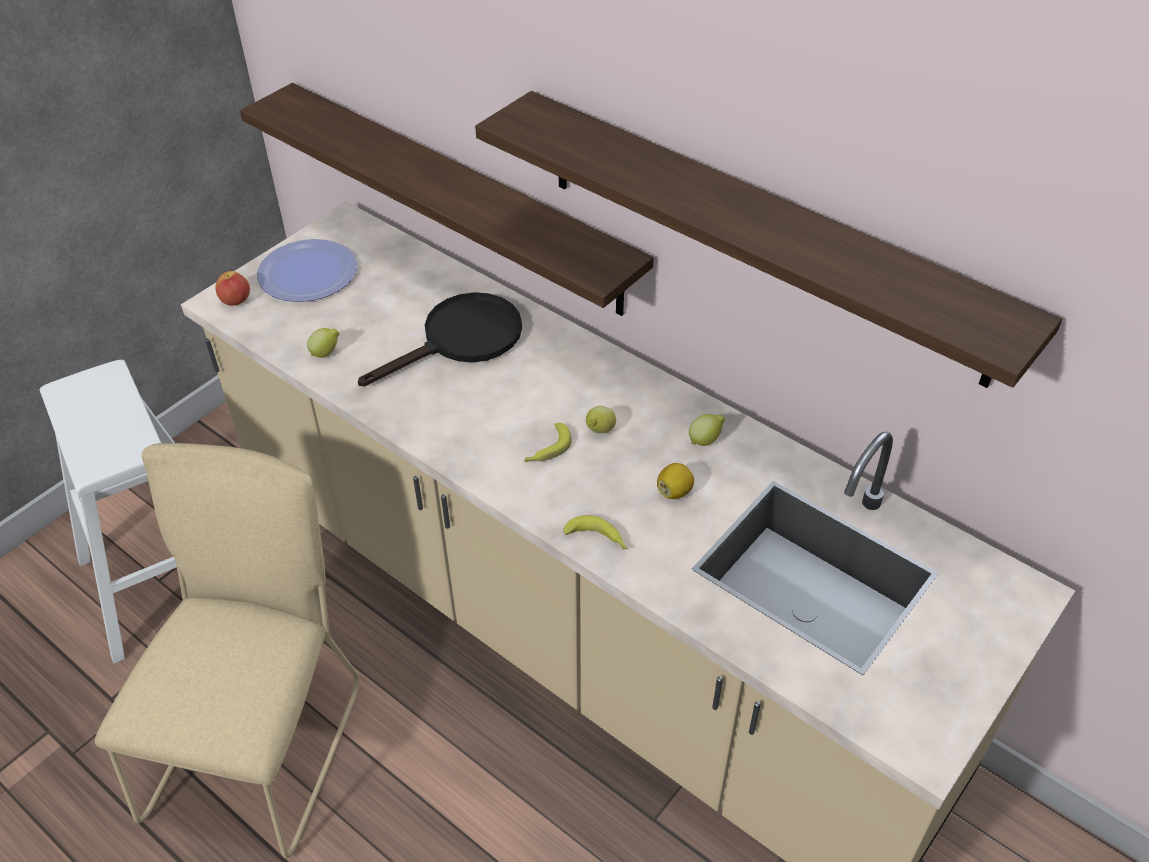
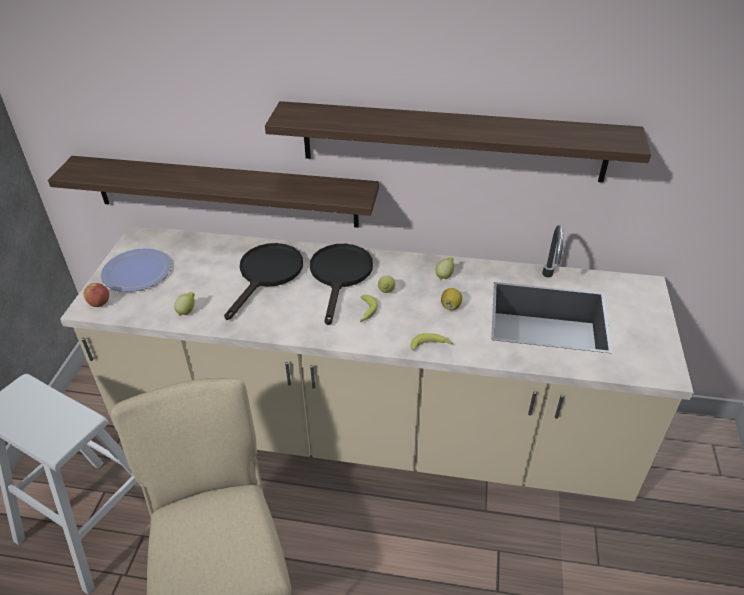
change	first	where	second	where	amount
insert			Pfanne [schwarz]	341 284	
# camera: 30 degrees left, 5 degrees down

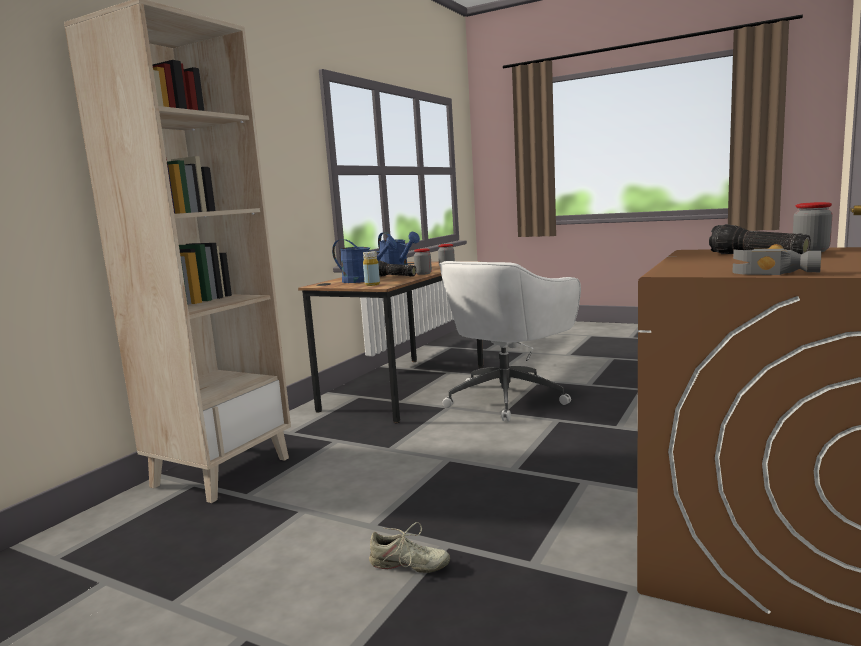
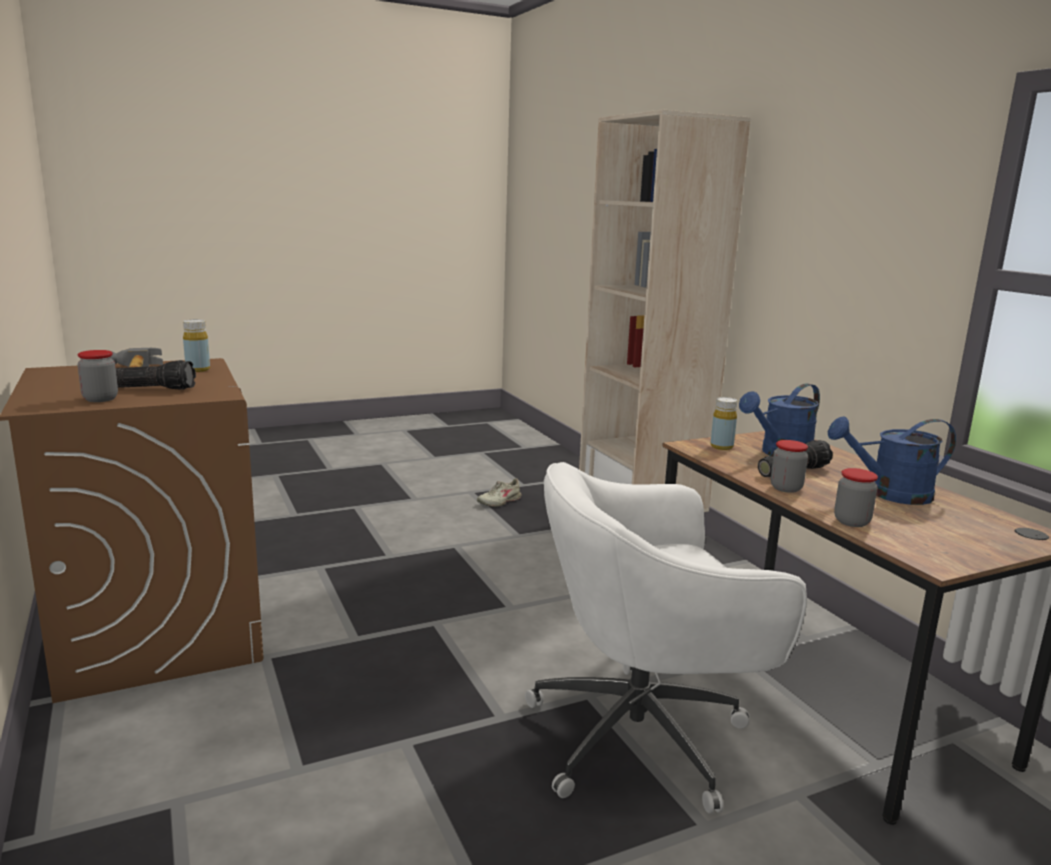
change	first	where	second	where	amount
insert			Flasche [gelb]	196 345	
move	Schuh [beige]	409 547		499 492	
rotate	Bürostuhl [weiß]	510 341		666 638	90 degrees counterclockwise
# camera: 125 degrees right, 5 degrees up

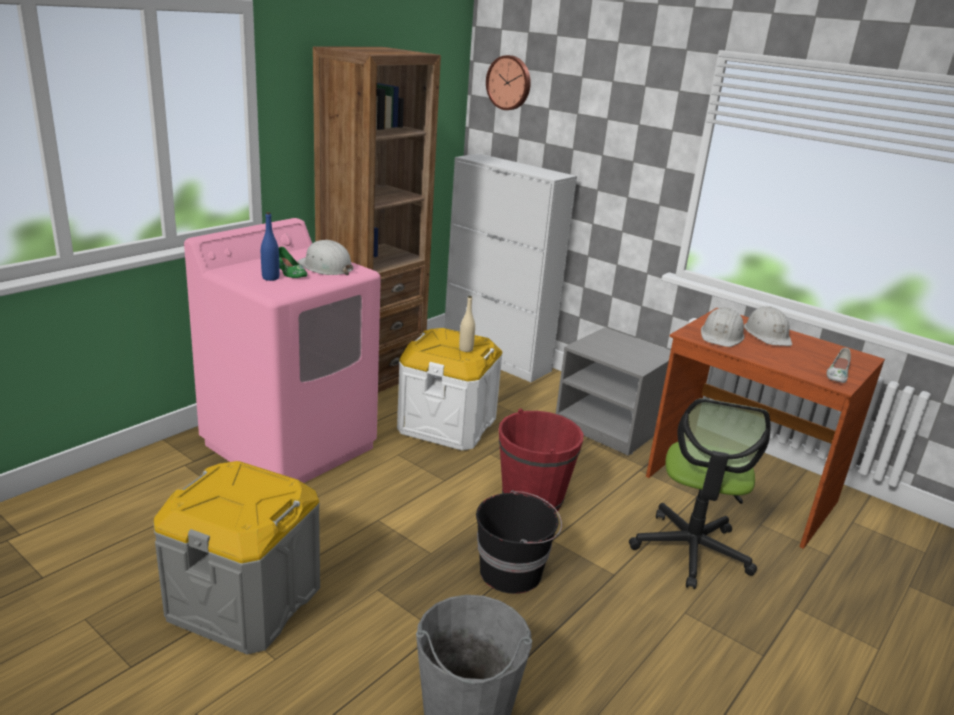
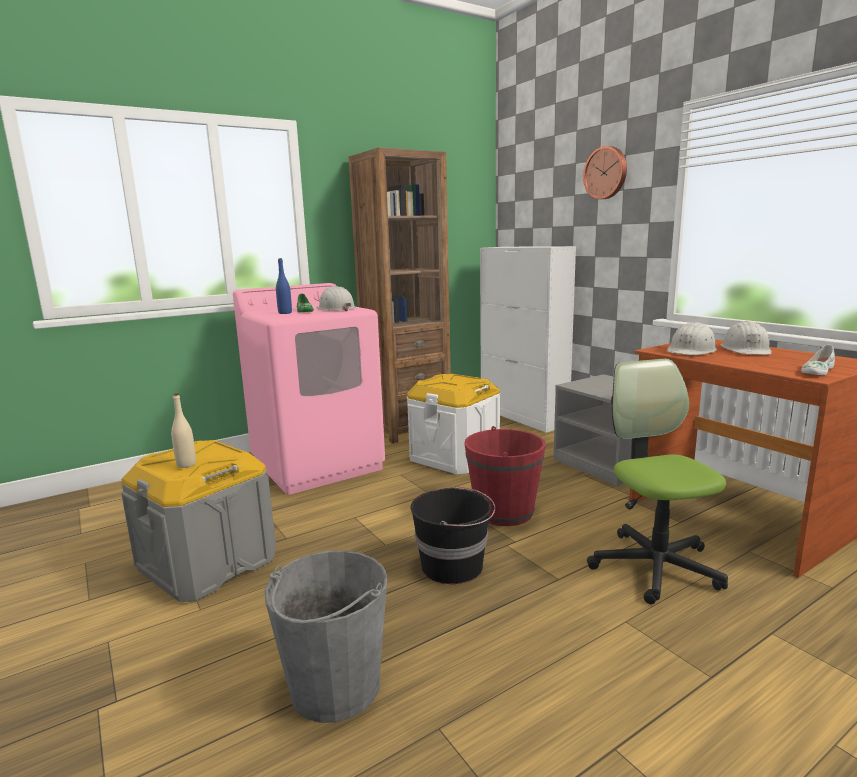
change	first	where	second	where	amount
move	Flasche [beige]	467 324		183 430	
move	Wanduhr	508 82		605 172	
rotate	Bürostuhl	700 493		657 481	135 degrees clockwise
# camera: 20 degrees right, 10 degrees down

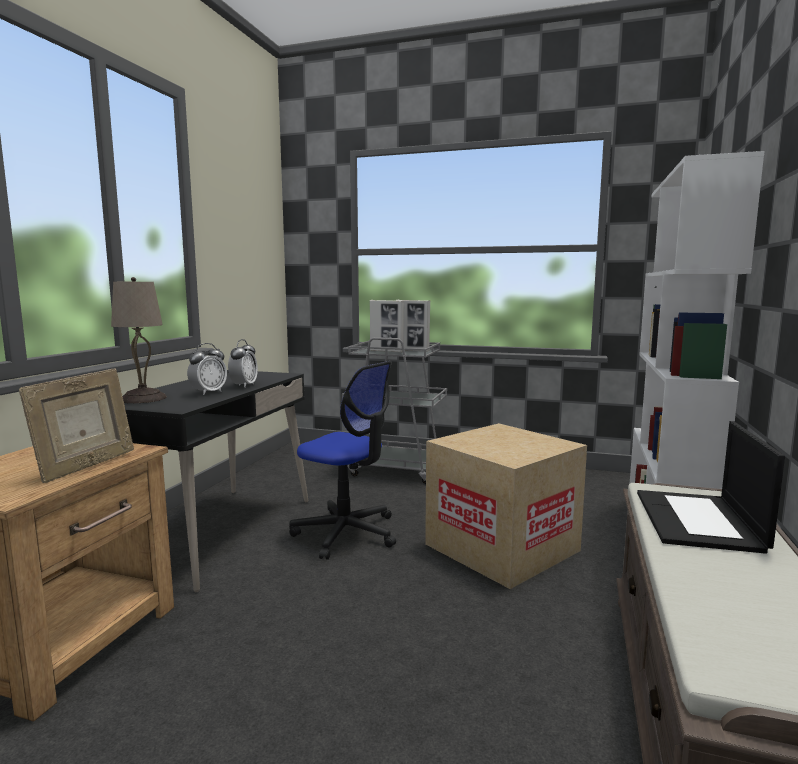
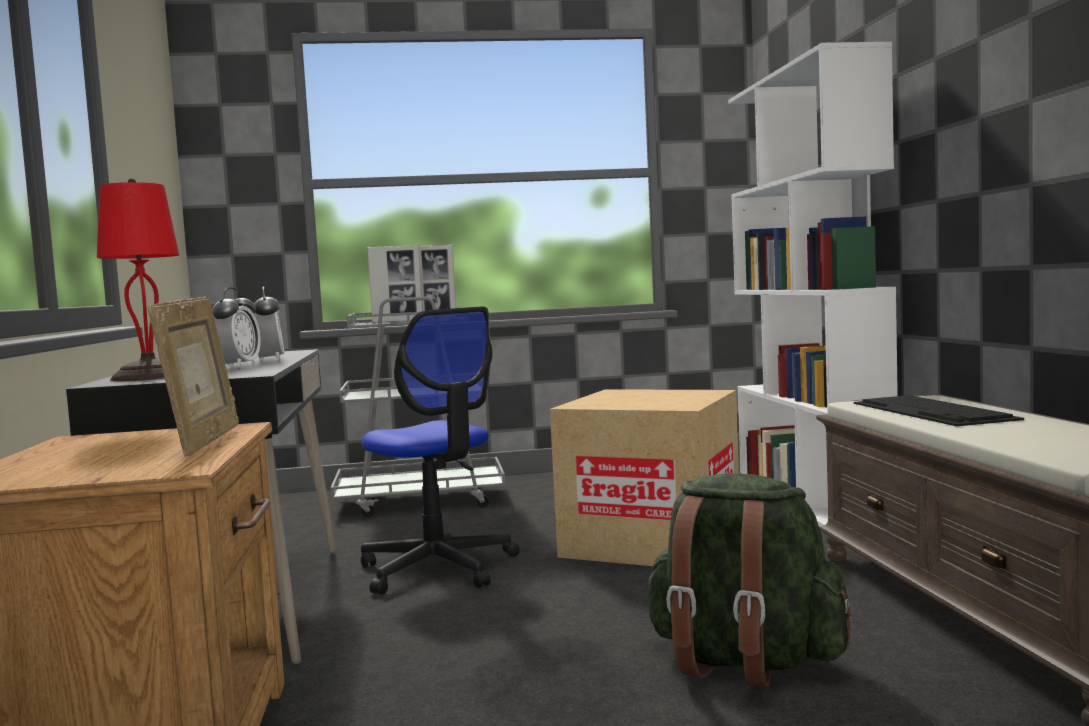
change	first	where	second	where	amount
recolor	Tischlampe [beige]	139 340	Tischlampe [rot]	138 279	
rotate	Bürostuhl	342 460		440 451	45 degrees clockwise
insert			Rucksack [grün]	748 580	
replace	Laptop	711 487	Tastatur	939 410	
# camera: 25 degrees left, 5 degrees down

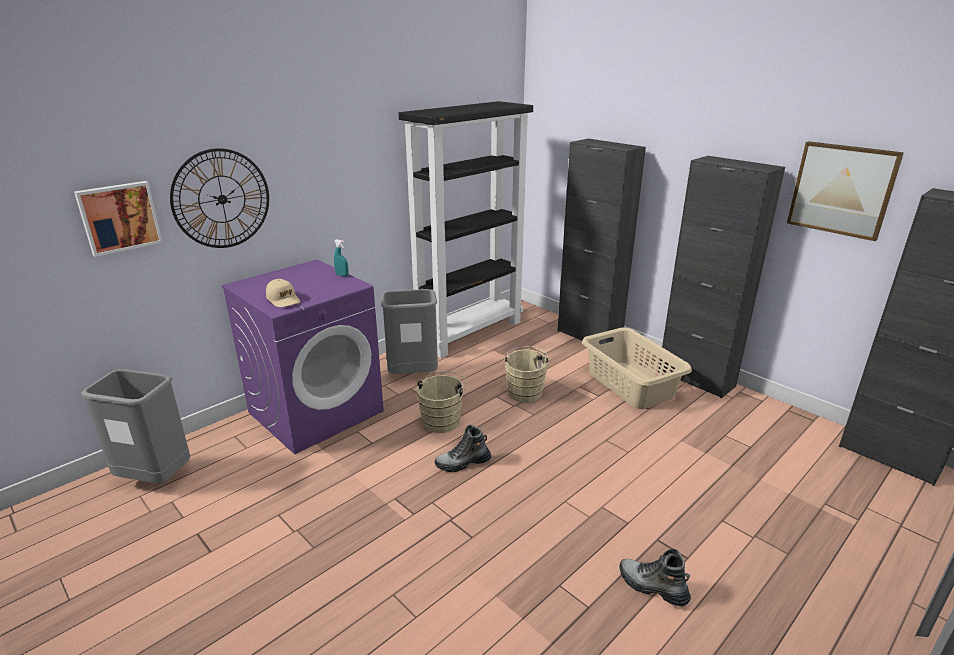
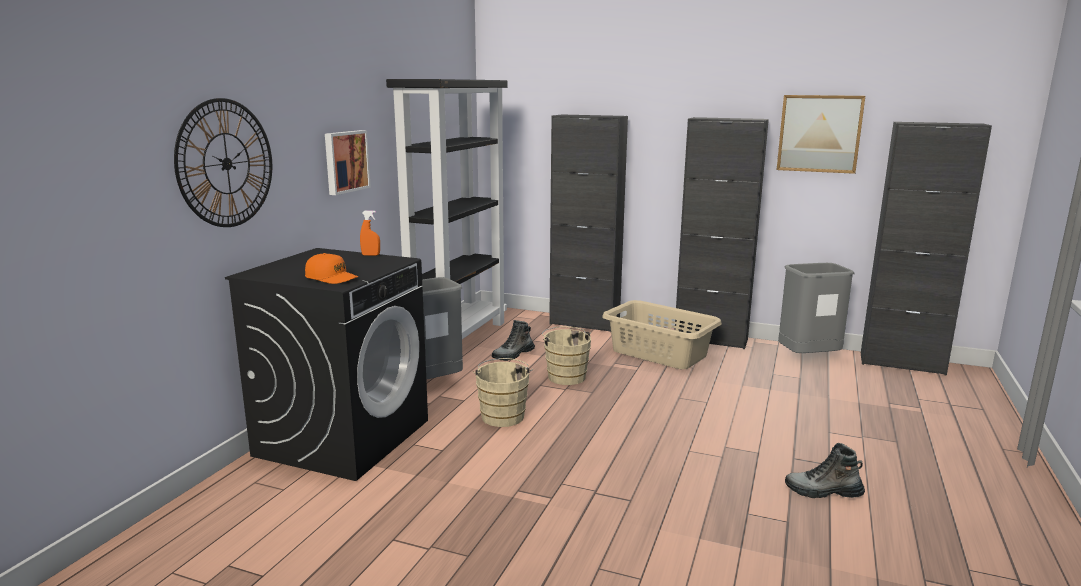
change	first	where	second	where	amount
recolor	Waschmaschine [lila]	302 356	Waschmaschine [schwarz]	326 364	
recolor	Kappe [beige]	283 293	Kappe [orange]	331 268	
move	Bild	118 219		348 162	
recolor	Sprühflasche [türkis]	341 258	Sprühflasche [orange]	370 233	
move	Stiefel	463 448		513 340	
move	Mülleimer [grau]	135 426		816 308	
# camera: 25 degrees left, 10 degrees down

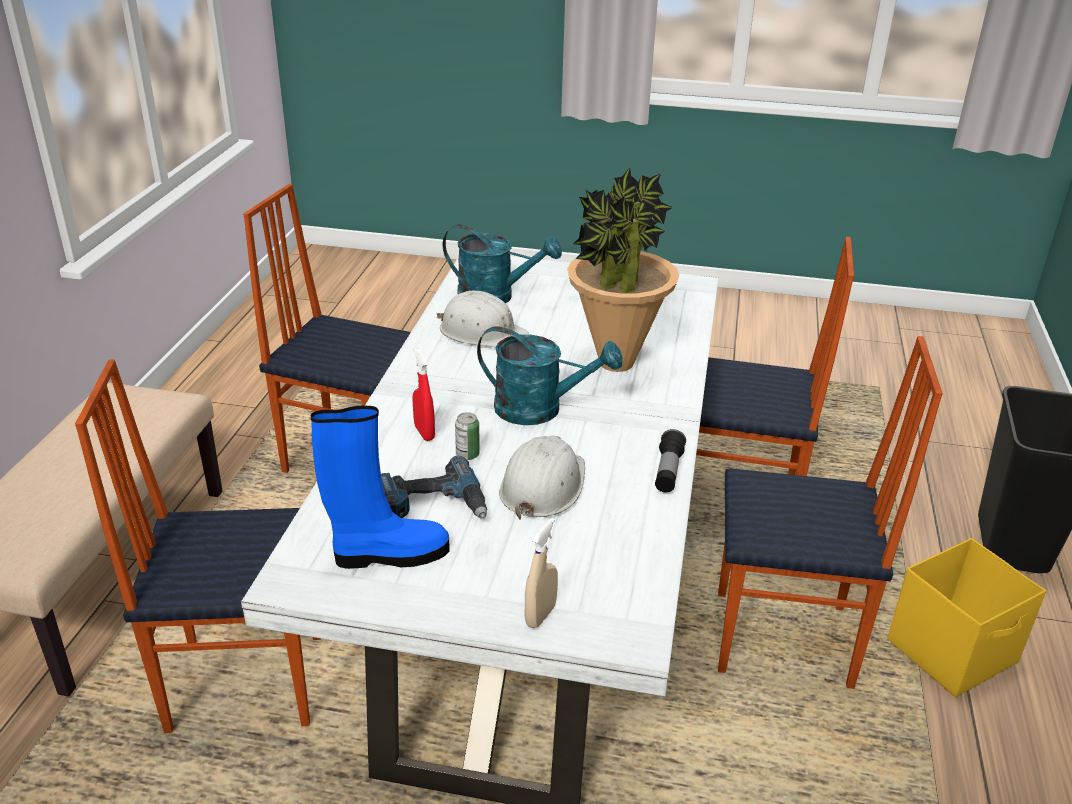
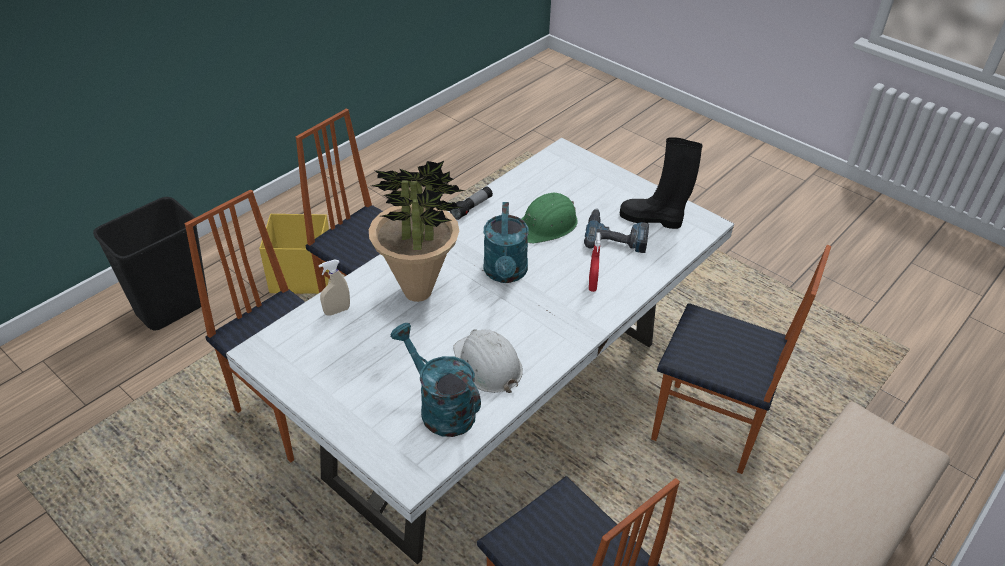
change	first	where	second	where	amount
move	Sprühflasche [beige]	541 573		334 288	
rotate	Gießkanne [türkis]	550 375		506 242	135 degrees counterclockwise
recolor	Schutzhelm [weiß]	542 478	Schutzhelm [grün]	549 218	
recolor	Stiefel [blau]	380 487	Stiefel [schwarz]	661 183	
delete	Dose	467 436			
# camera: 150 degrees left, 10 degrees up

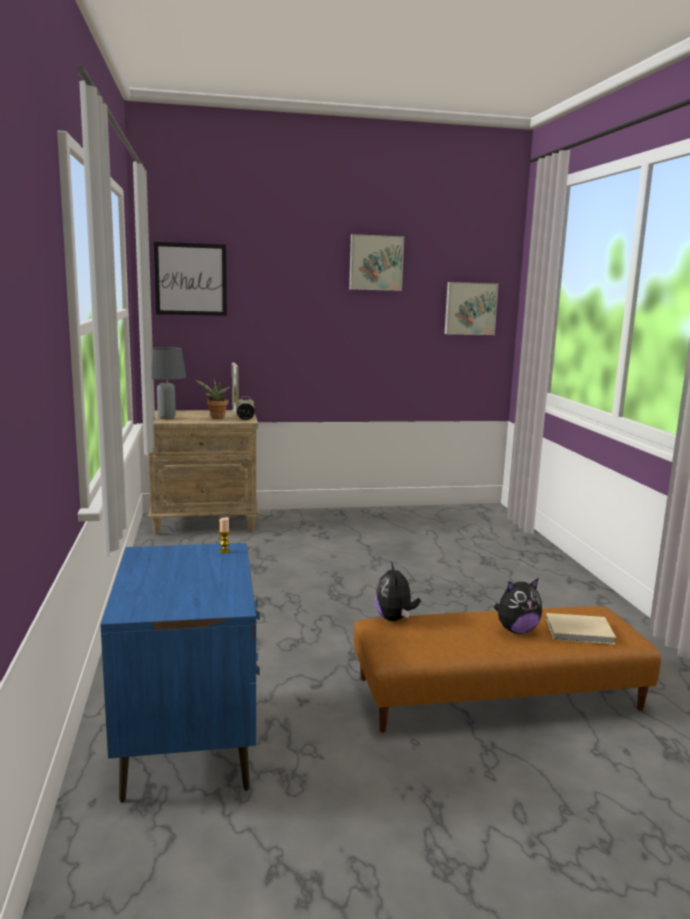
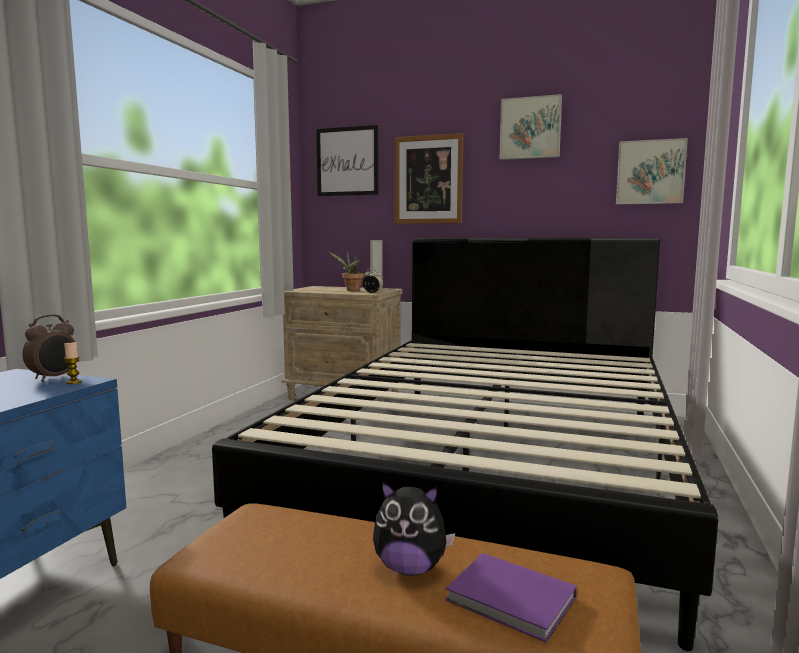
change	first	where	second	where	amount
insert			Wecker	50 348	
insert			Bett [schwarz]	465 444	
insert			Bild	429 178	
recolor	Buch [beige]	581 629	Buch [lila]	511 598	
delete	Tischlampe [grau]	169 383			
delete	Plüschtier	398 591			
# camera: 30 degrees right, 5 degrees down

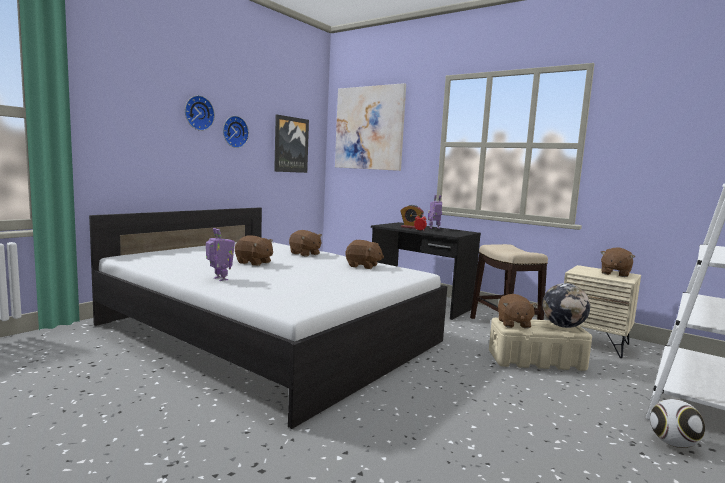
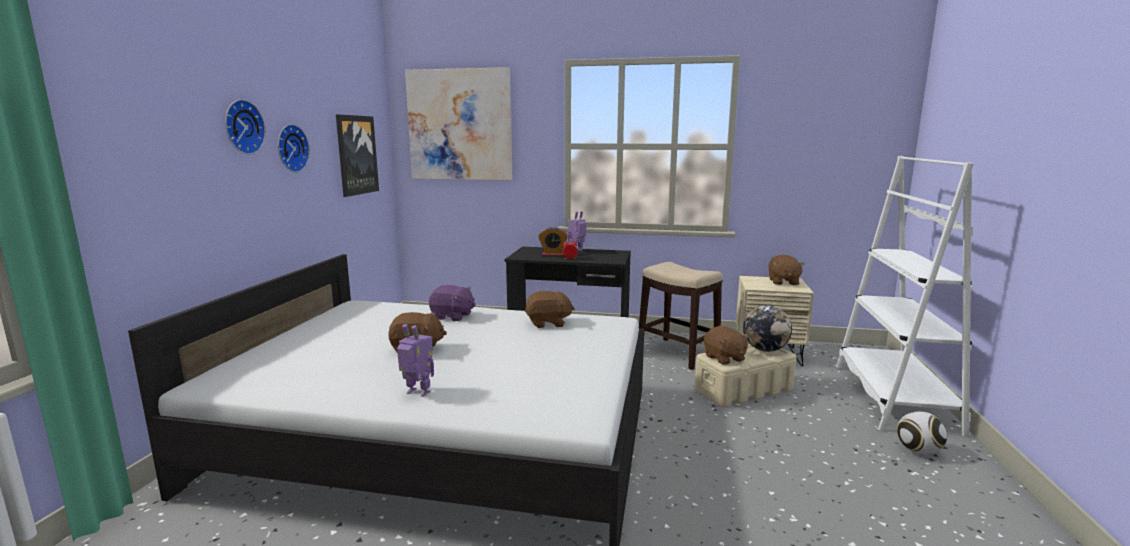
change	first	where	second	where	amount
recolor	Plüschtier [braun]	305 243	Plüschtier [lila]	452 303	
# camera: 25 degrees left, 5 degrees up

